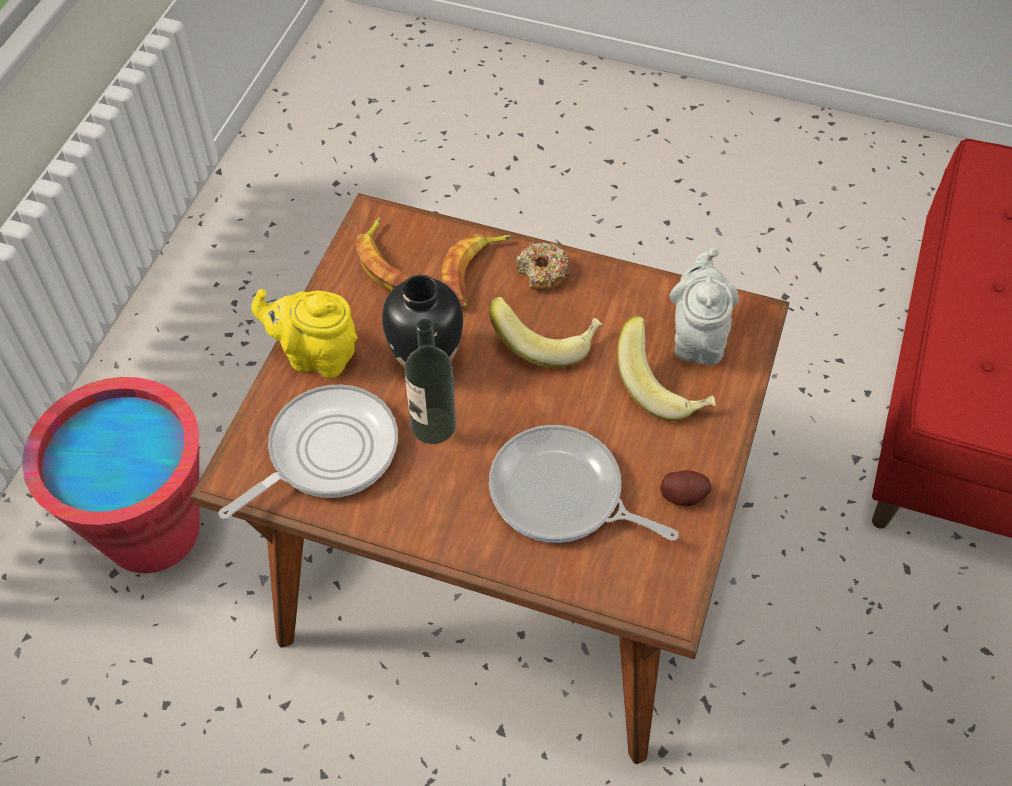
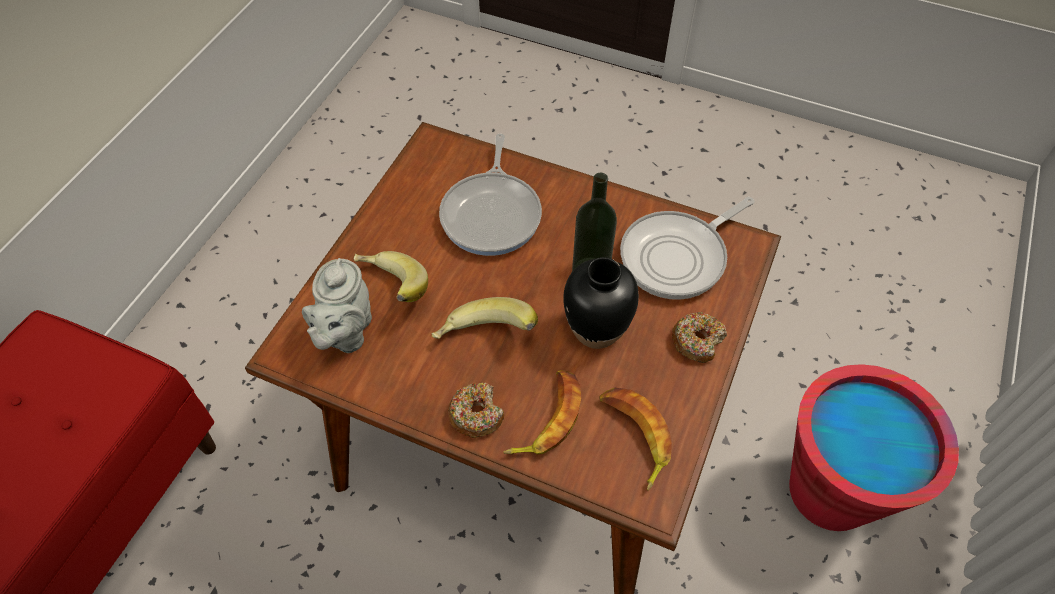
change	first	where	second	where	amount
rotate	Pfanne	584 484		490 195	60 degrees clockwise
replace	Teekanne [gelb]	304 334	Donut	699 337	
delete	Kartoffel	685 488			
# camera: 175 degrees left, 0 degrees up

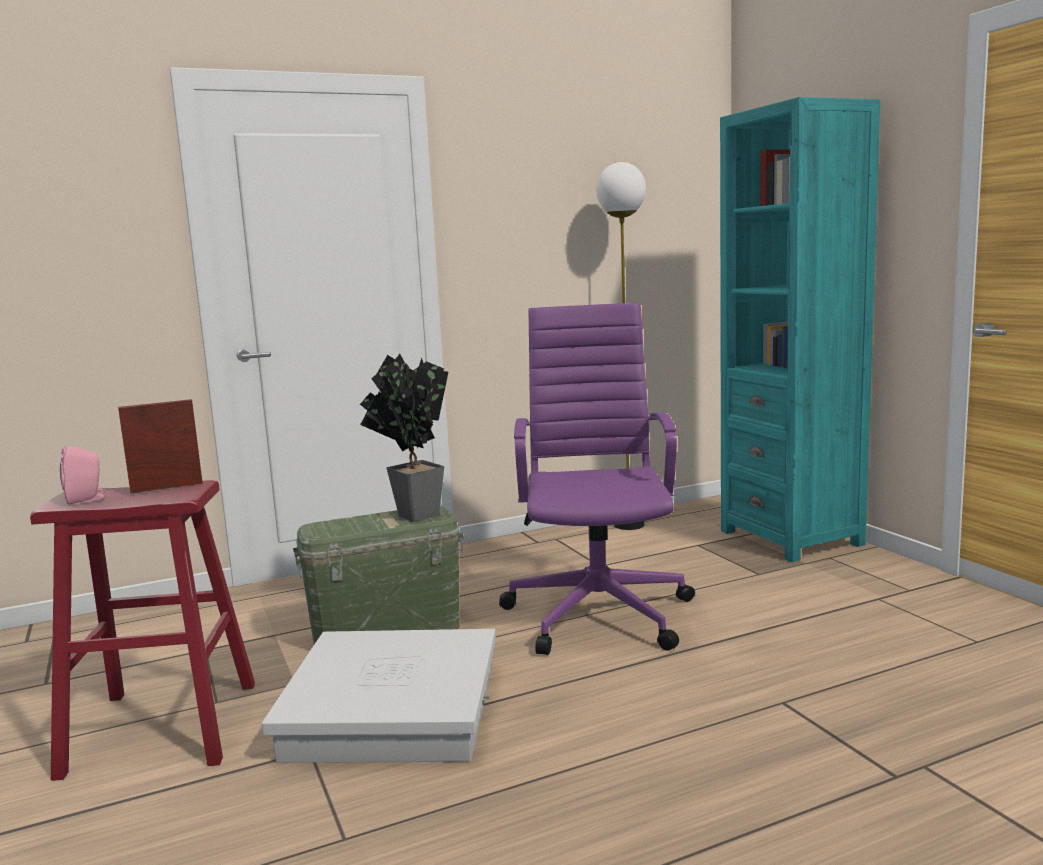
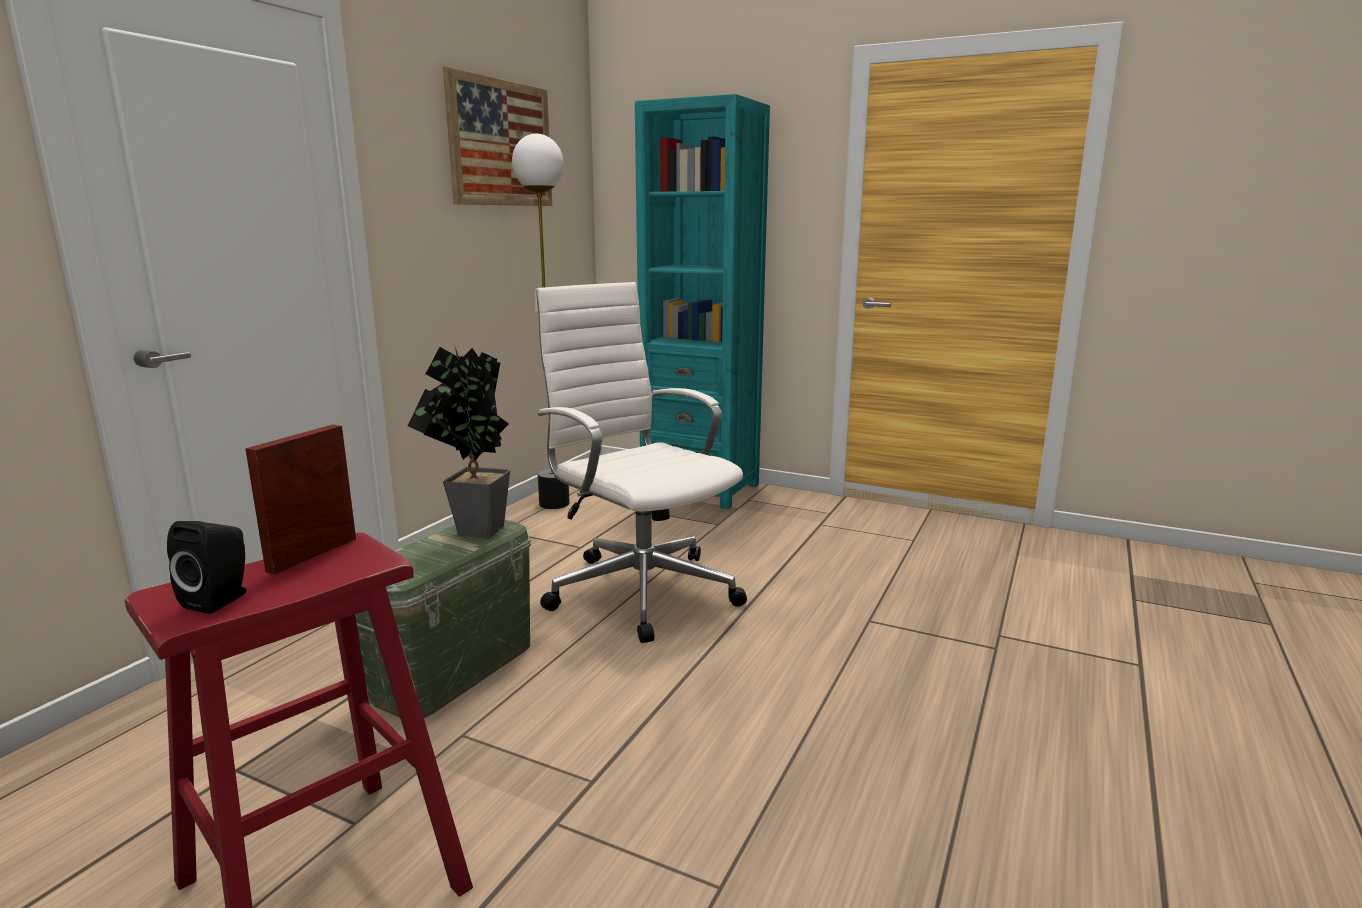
change	first	where	second	where	amount
recolor	Lautsprecher [rosa]	83 475	Lautsprecher [schwarz]	206 567	
insert			Bild	497 136	
recolor	Bürostuhl [lila]	597 479	Bürostuhl [weiß]	641 462	
delete	Aufbewahrungsbox [weiß]	379 696			
# camera: 40 degrees left, 5 degrees up

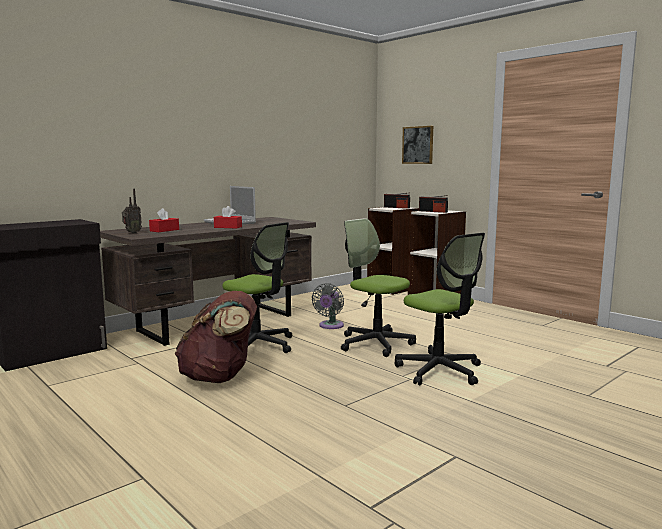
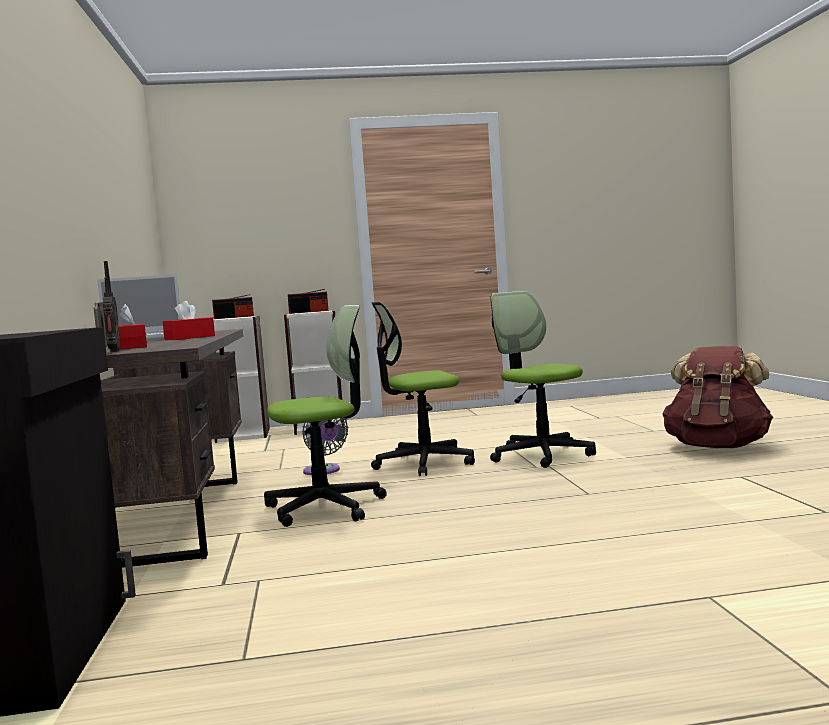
change	first	where	second	where	amount
rotate	Bürostuhl	439 309		543 379	120 degrees counterclockwise
move	Rucksack [braun]	216 337		717 397	
delete	Bild	417 145			
# camera: 55 degrees left, 5 degrees down

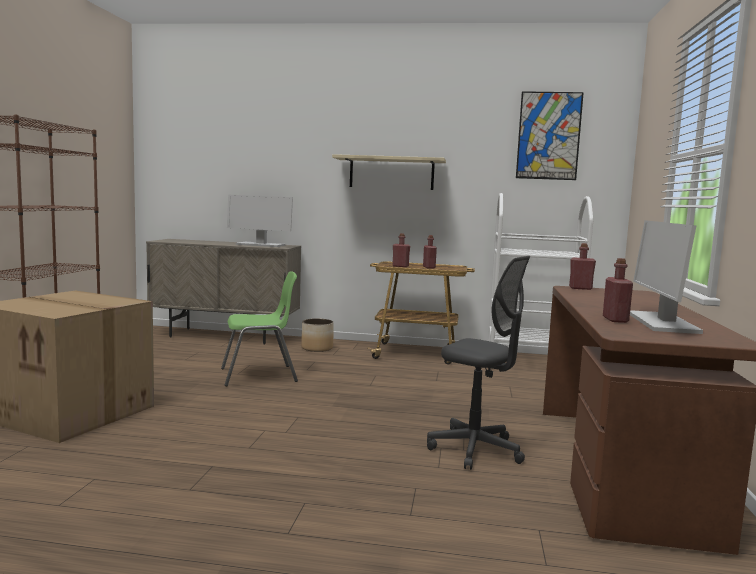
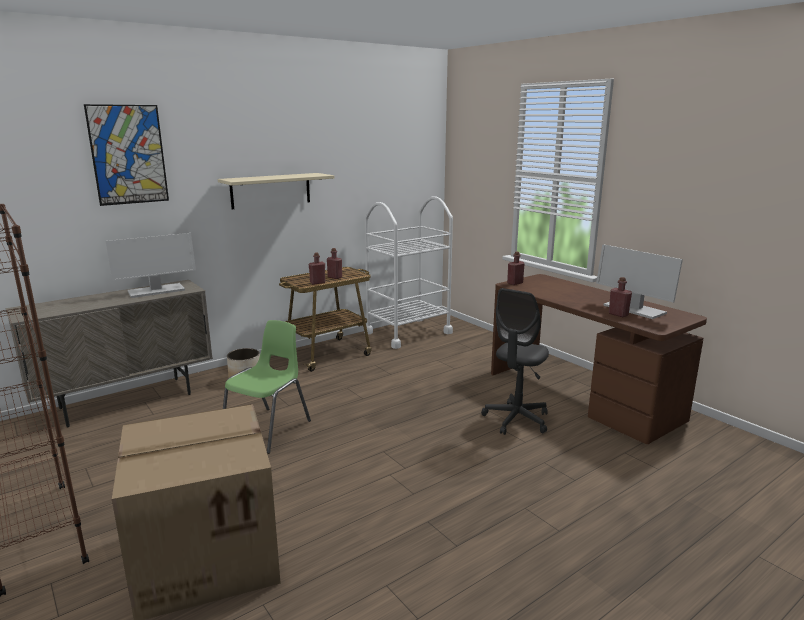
change	first	where	second	where	amount
move	Bild	550 135		126 155	
rotate	Bürostuhl [grau]	478 363		515 361	135 degrees clockwise
# camera: 45 degrees left, 10 degrees up

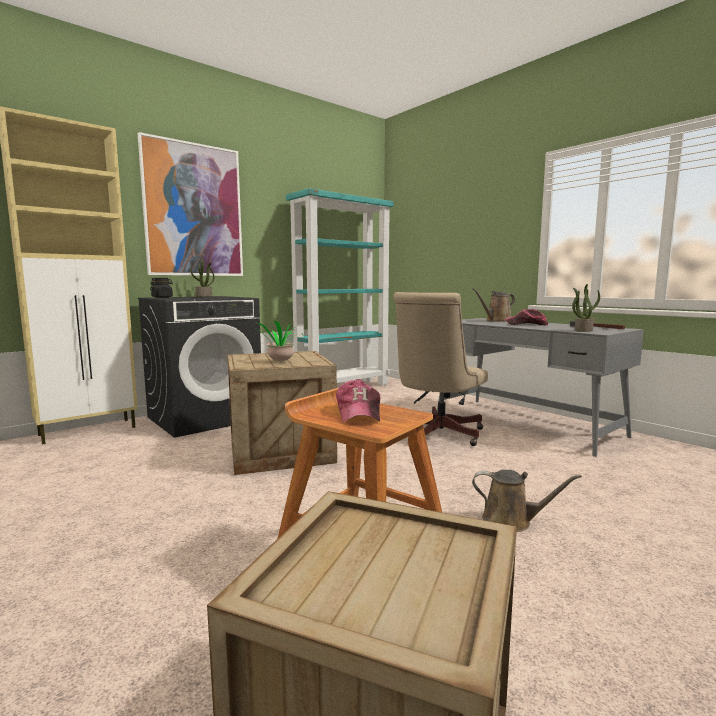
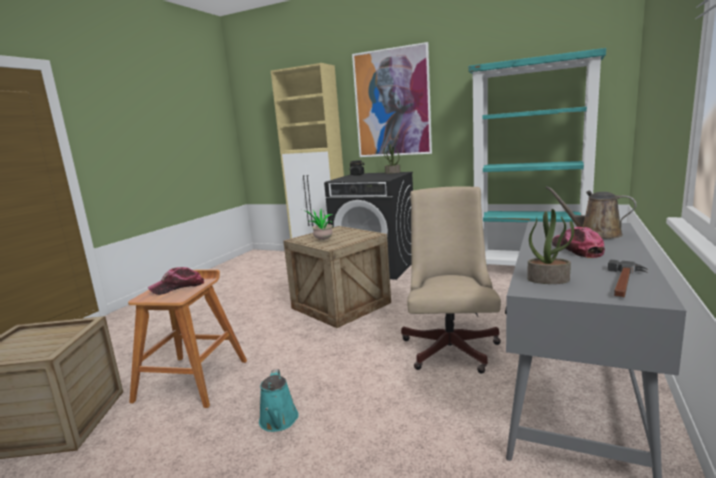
change	first	where	second	where	amount
recolor	Gießkanne [braun]	527 501	Gießkanne [türkis]	279 400	
rotate	Bürostuhl [beige]	440 369		451 279	90 degrees clockwise
# camera: 65 degrees right, 5 degrees up

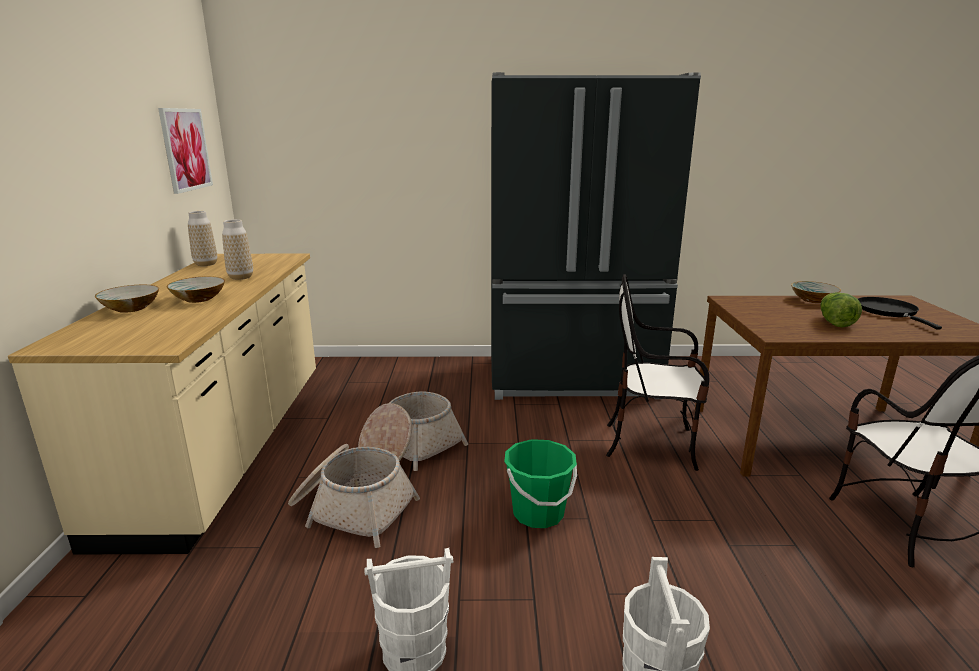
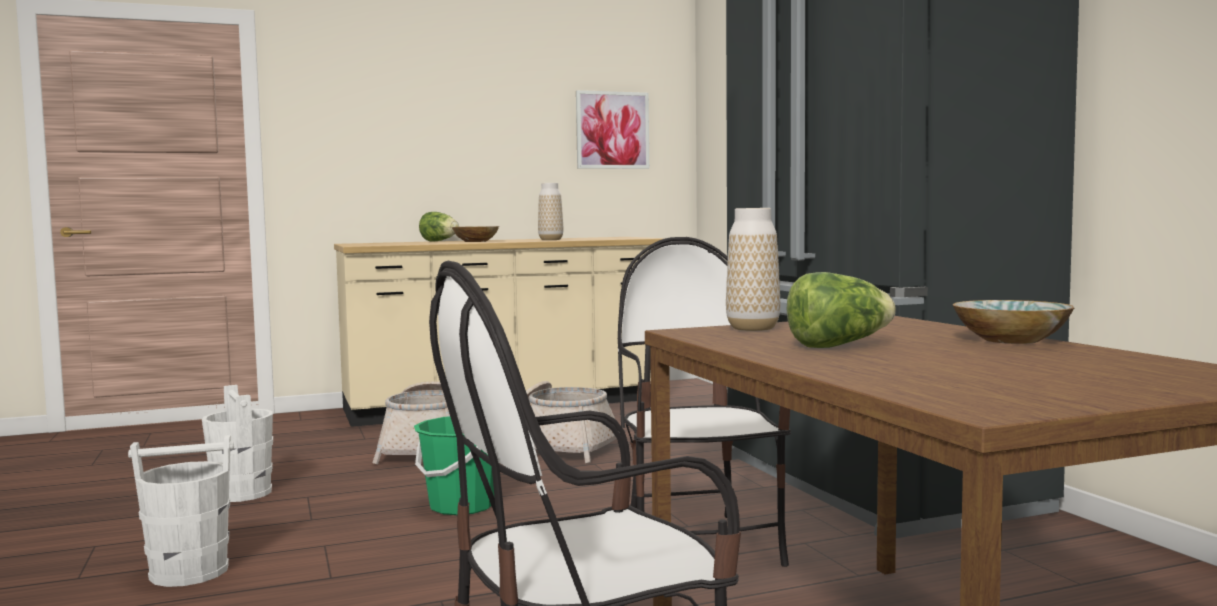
change	first	where	second	where	amount
replace	Schüssel	127 299	Salatkopf	439 227	
move	Vase	202 238		753 269	
delete	Pfanne [schwarz]	900 313			
# camera: 70 degrees right, 15 degrees down

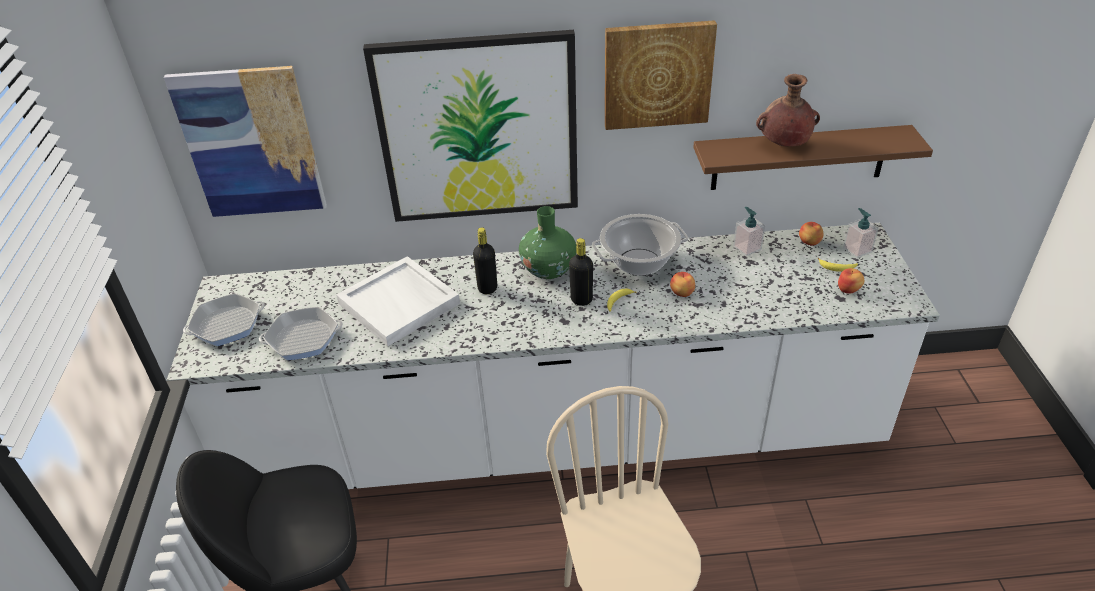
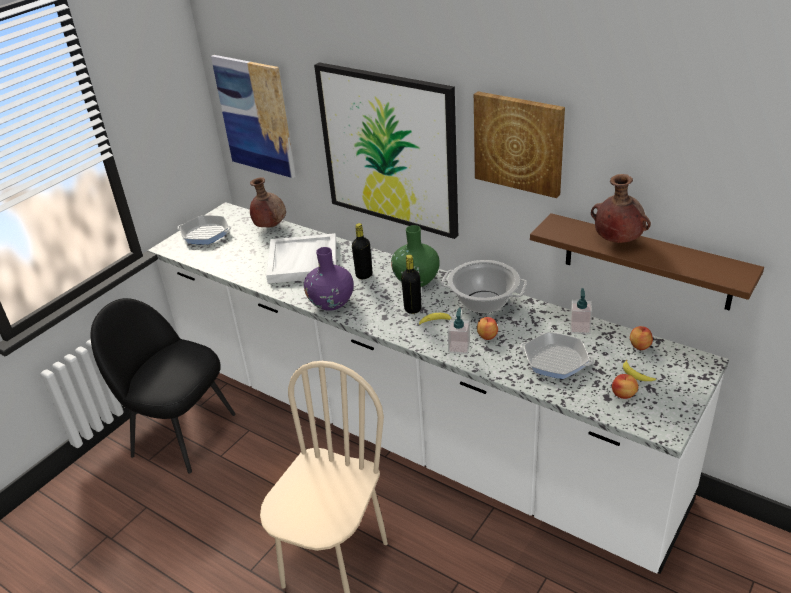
change	first	where	second	where	amount
insert			Vase [braun]	268 202	
insert			Vase [lila]	329 279	
move	Seifenspender	861 233		459 331	
move	Pfanne	301 333		557 355	
# camera: 40 degrees right, 5 degrees down

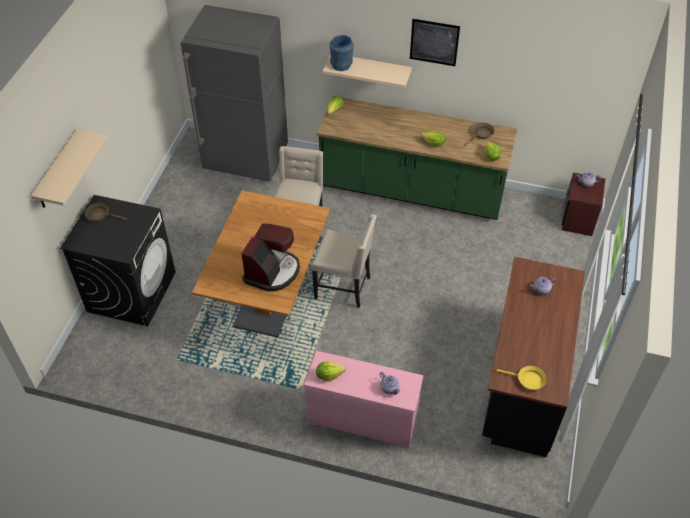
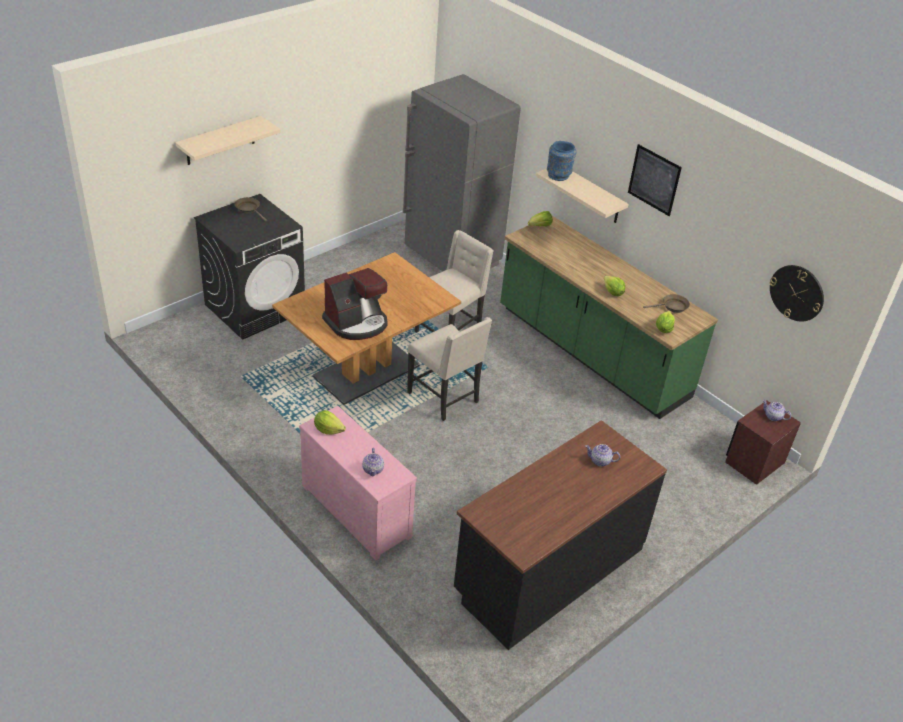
change	first	where	second	where	amount
insert			Wanduhr	797 293	
delete	Pfanne [gelb]	521 378			
# camera: 30 degrees right, 10 degrees down

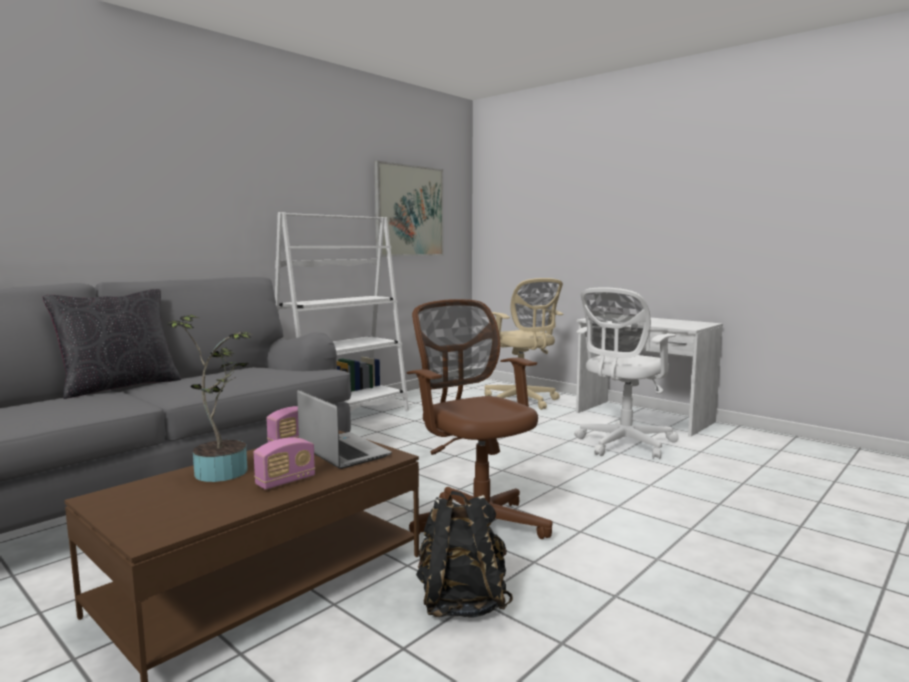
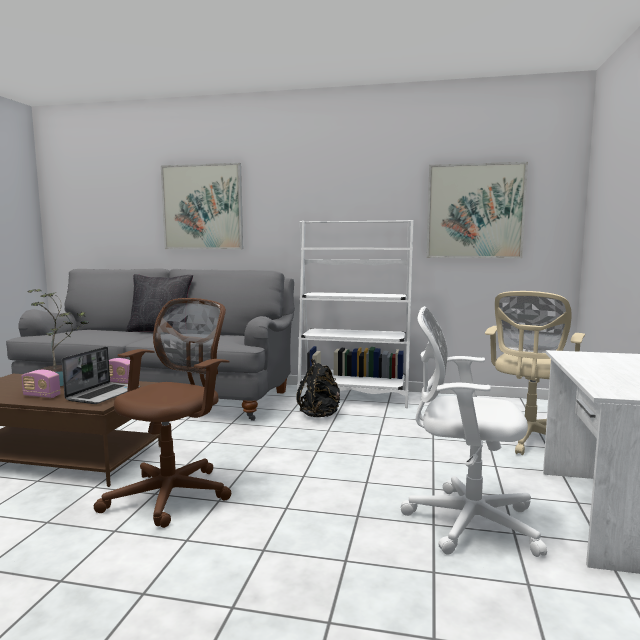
change	first	where	second	where	amount
insert			Bild	202 206	
move	Rucksack [schwarz]	464 554		318 387	
# camera: 60 degrees right, 0 degrees up

